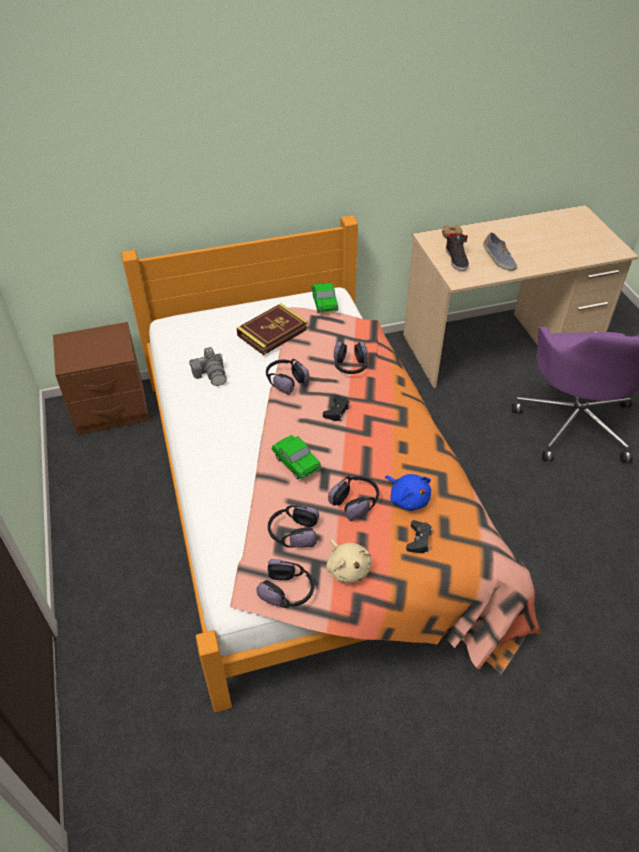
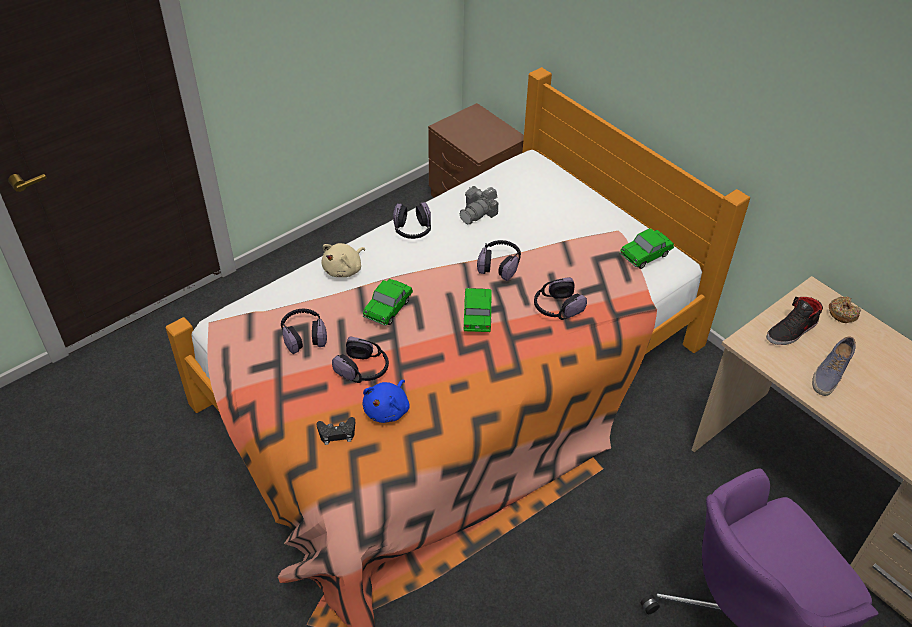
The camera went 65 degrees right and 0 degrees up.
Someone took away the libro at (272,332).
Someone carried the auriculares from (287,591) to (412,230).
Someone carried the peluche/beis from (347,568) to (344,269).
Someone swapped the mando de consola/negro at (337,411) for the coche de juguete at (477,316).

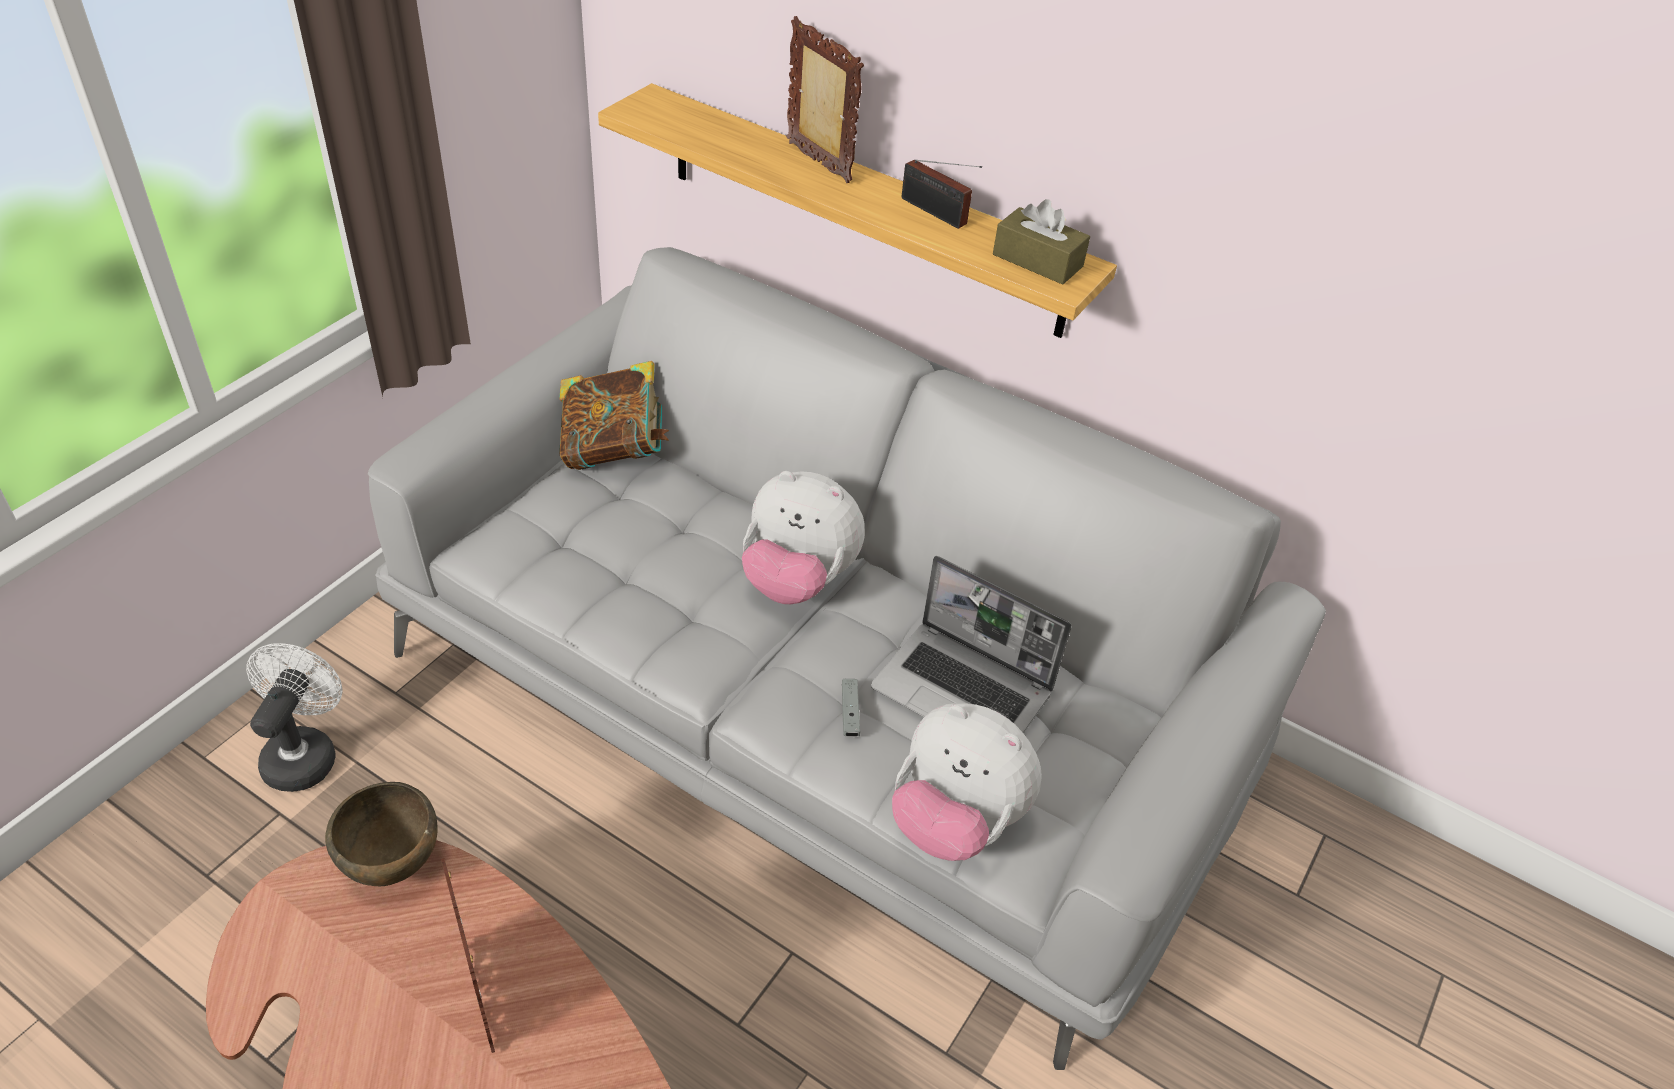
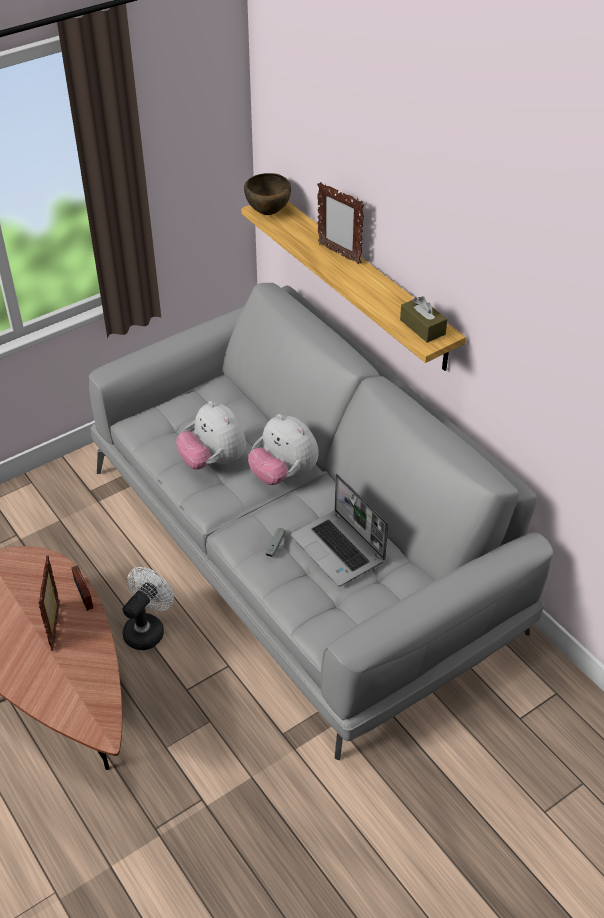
The camera went 25 degrees right and 0 degrees up.
Someone took away the libro at (616,451).
Someone carried the ventilador/blanco from (304,753) to (147,629).
Someone carried the cuenco/marrón from (393,864) to (268,212).
Someone carried the peluche from (955,821) to (213,461).
Someone carried the radio from (936,213) to (84,596).
Someone rotated the portarretratos at (818,163) by 150 degrees clockwise.

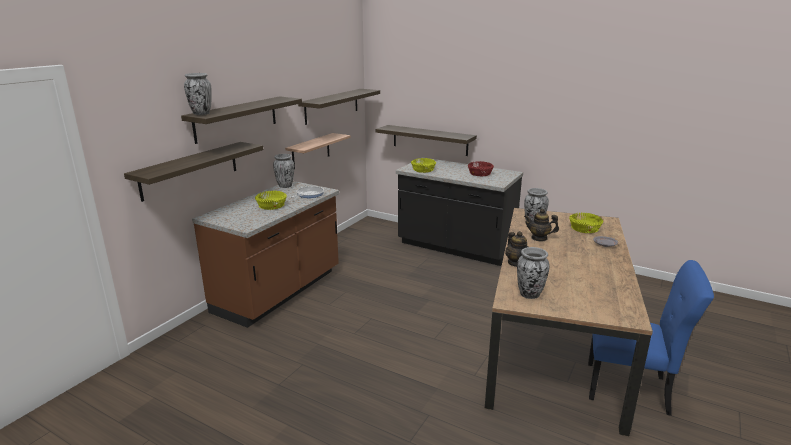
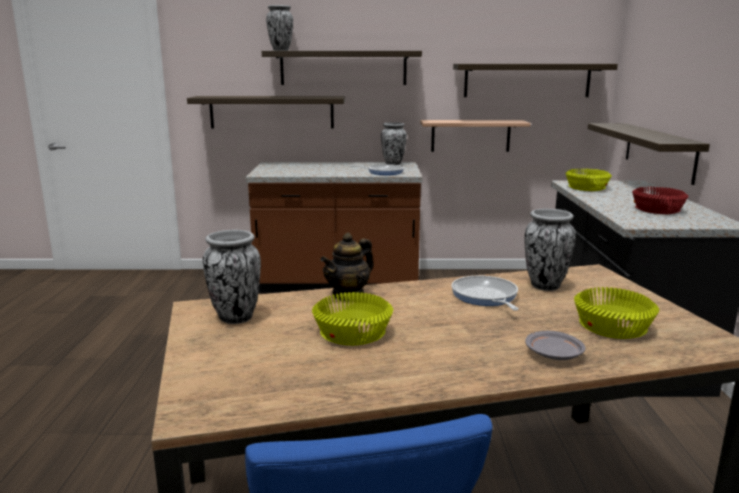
The camera went 60 degrees right and 5 degrees down.
Someone carried the cuenco/amarillo from (271,206) to (351,333).
Someone swapped the tetera at (539,238) for the sartén at (485,297).

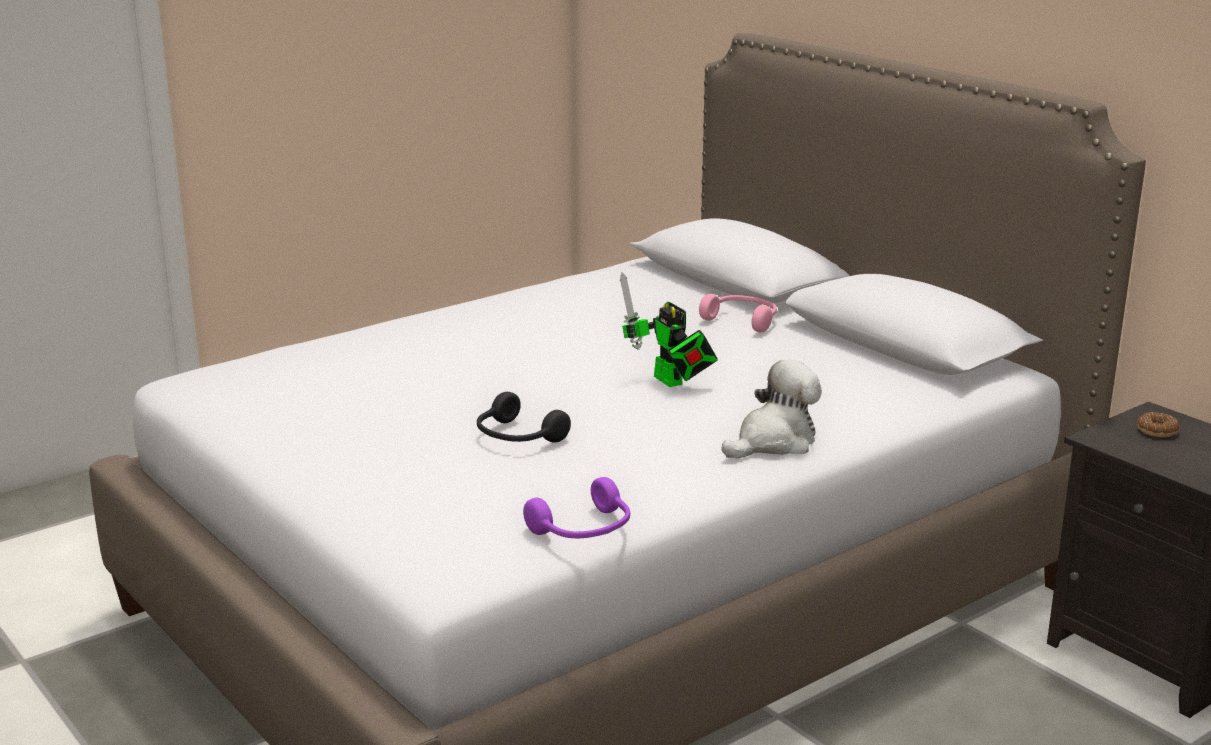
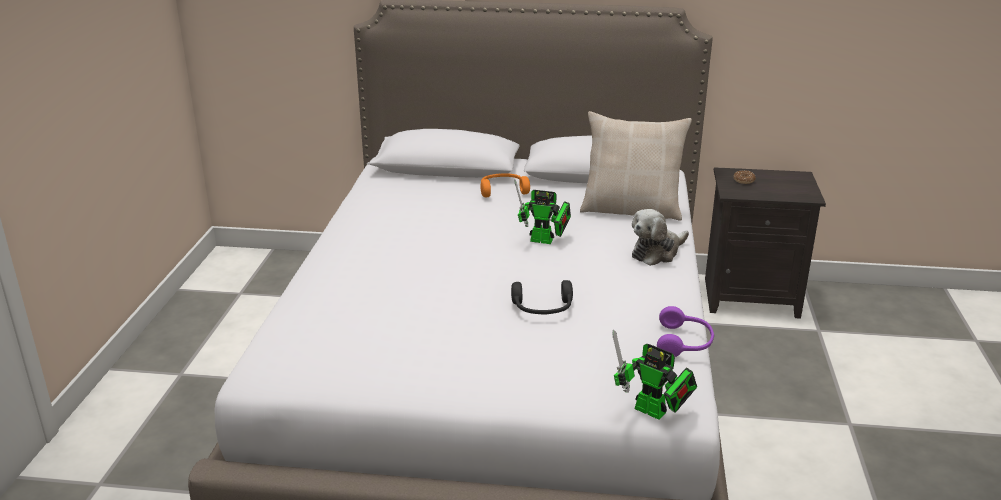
The camera went 45 degrees left and 5 degrees up.
Someone put down the cojín/beis at (631,210).
Someone put down the robot de juguete at (654,413).
Someone repainted the auriculares/rosa at (742,320), which became the auriculares/naranja at (502,190).
Someone rotated the peluche at (774,442) by 135 degrees counterclockwise.

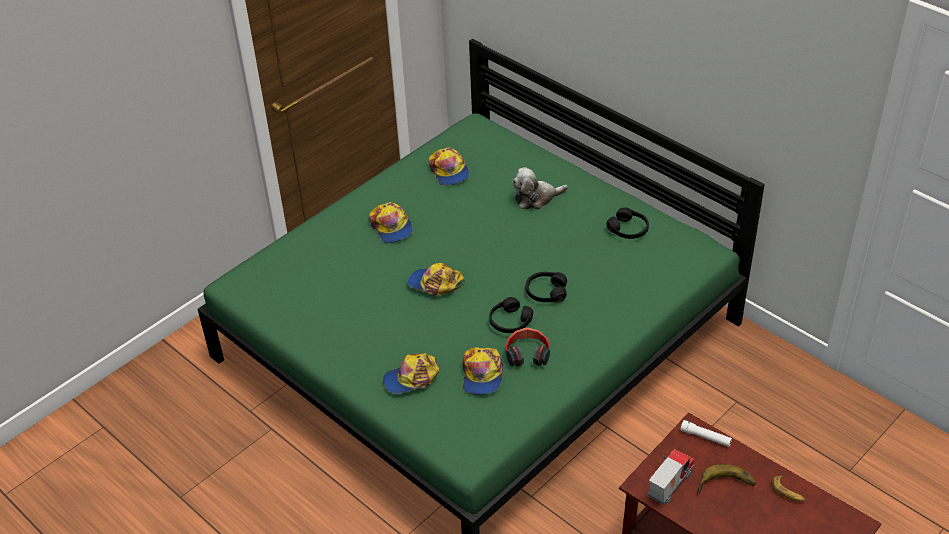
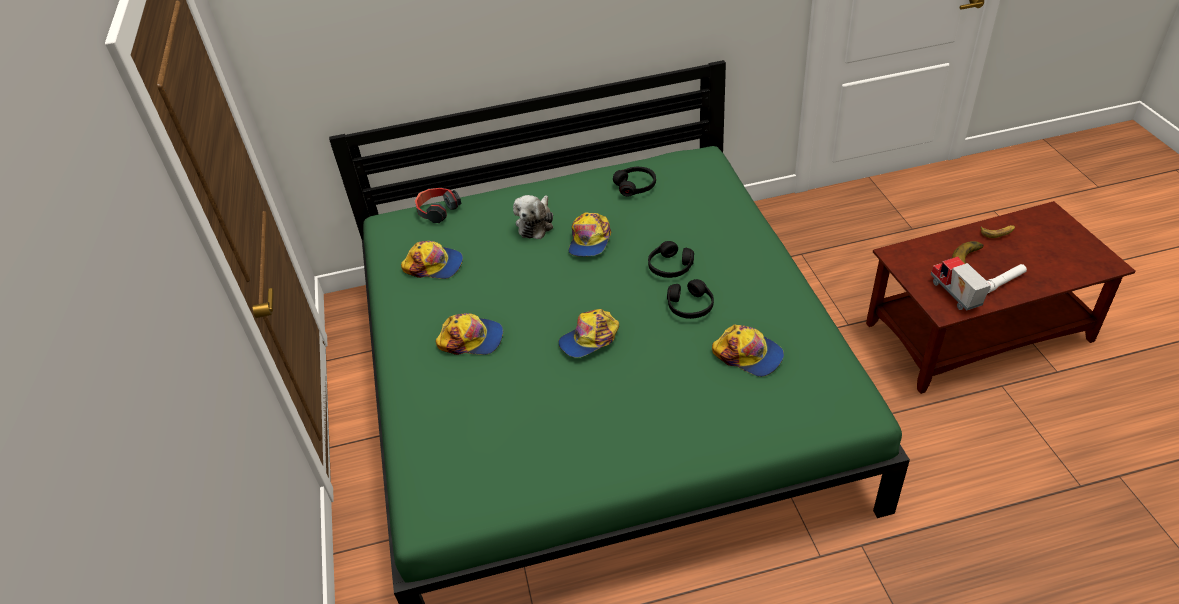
The camera went 55 degrees left and 0 degrees up.
Someone carried the gorra from (411,378) to (589,240).
Someone carried the auriculares from (527,354) to (437,210).
Someone carried the linterna/blanco from (705,437) to (1003,282).

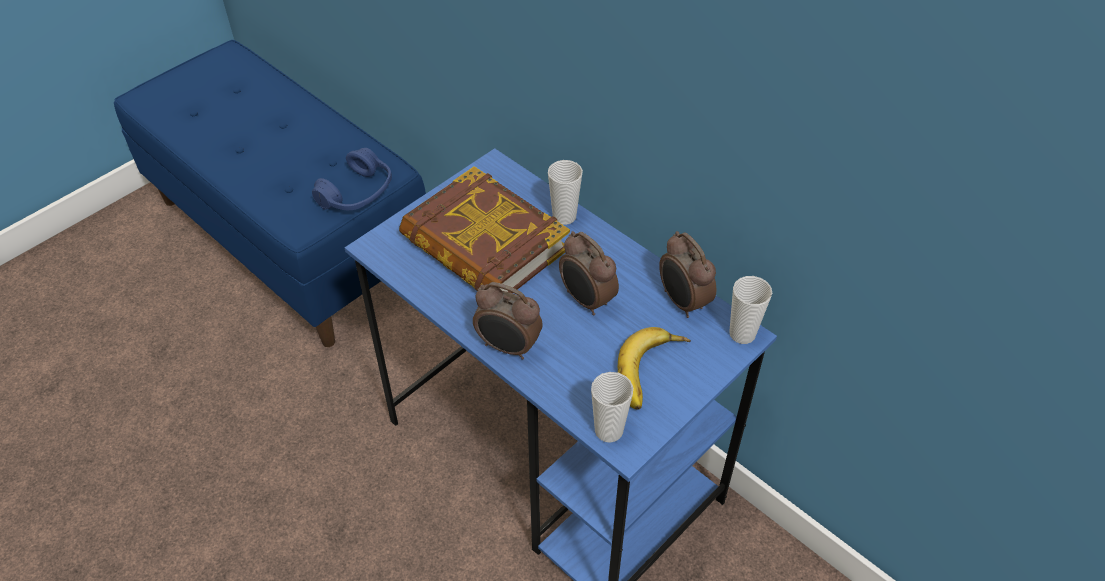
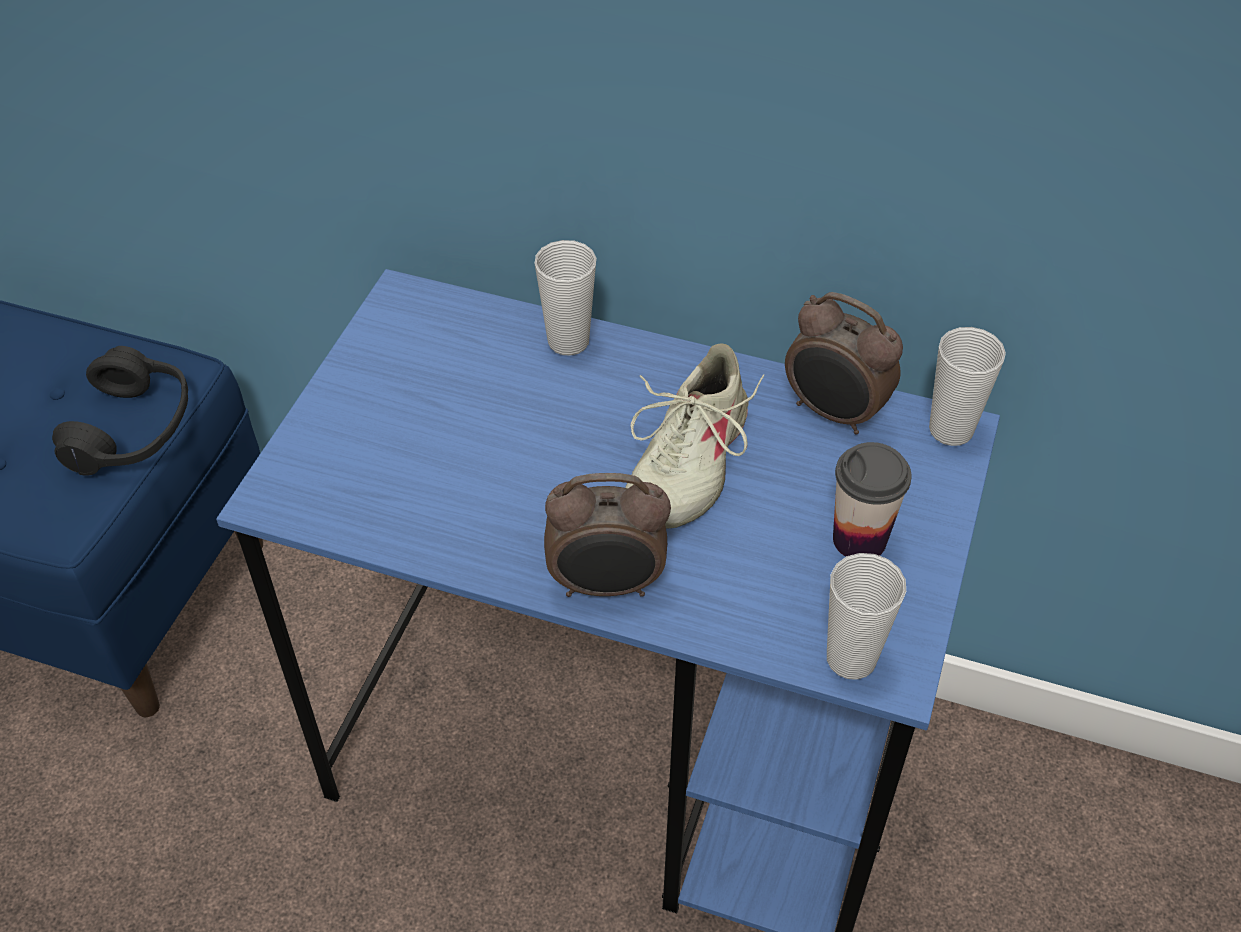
The camera went 25 degrees left and 0 degrees up.
Someone took away the libro at (484,245).
Someone swapped the despertador at (586,300) for the zapato/beis at (686,463).
Someone swapped the plátano at (653,373) for the taza at (859,539).
Someone repainted the auriculares/azul at (357,193), which became the auriculares/negro at (133,430).

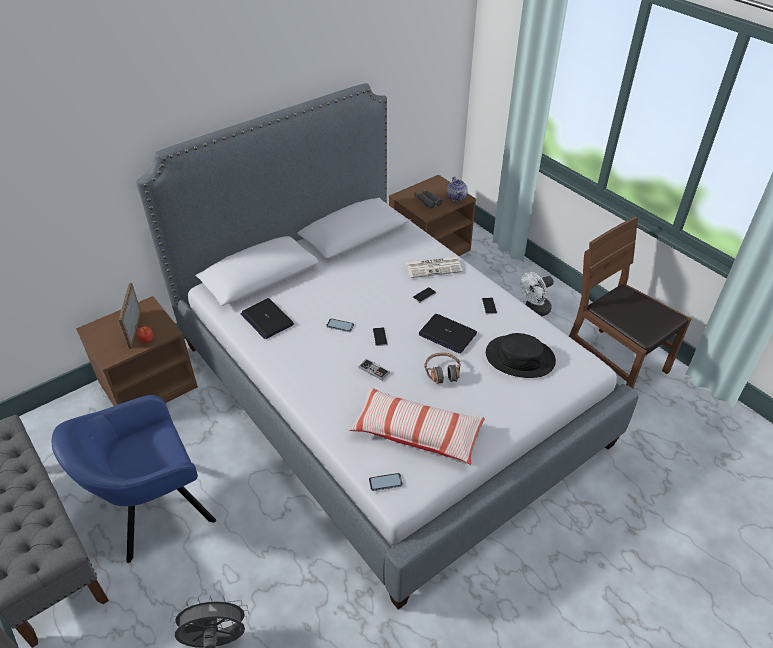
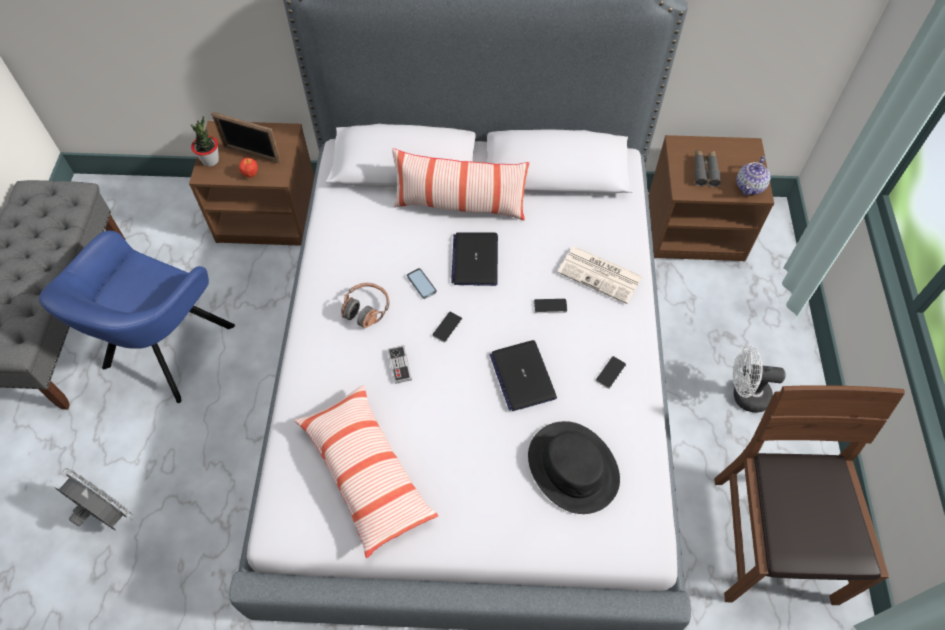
The camera went 40 degrees right and 15 degrees up.
Someone took away the móvil at (385,482).
Someone put down the planta en maceta at (210,160).
Someone put down the cojín at (459,206).
Someone carried the portátil from (267,319) to (475,259).
Someone carried the auriculares from (442,372) to (366,309).
Someone rotated the sillón/azul at (154,511) by 75 degrees counterclockwise.
Someone rotated the portarretratos at (134,329) by 105 degrees counterclockwise.

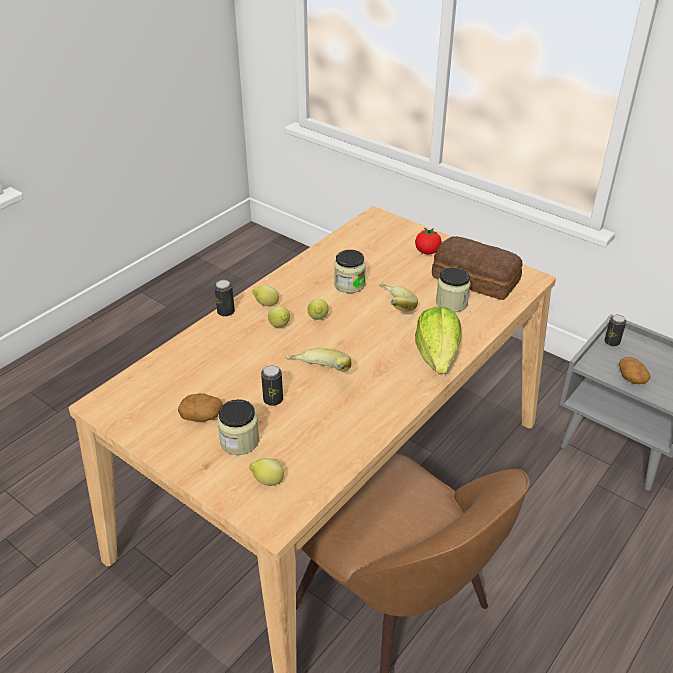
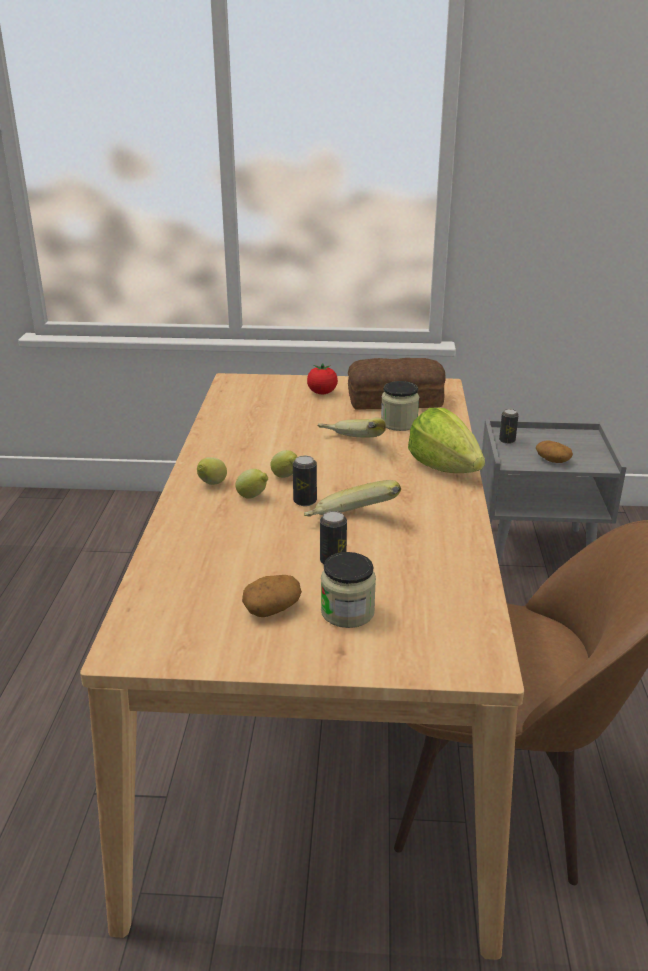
The camera went 35 degrees left and 10 degrees down.
Someone took away the limón at (267,482).
Someone took away the tarro at (349,284).
Someone carried the lata from (226,312) to (305,501).

